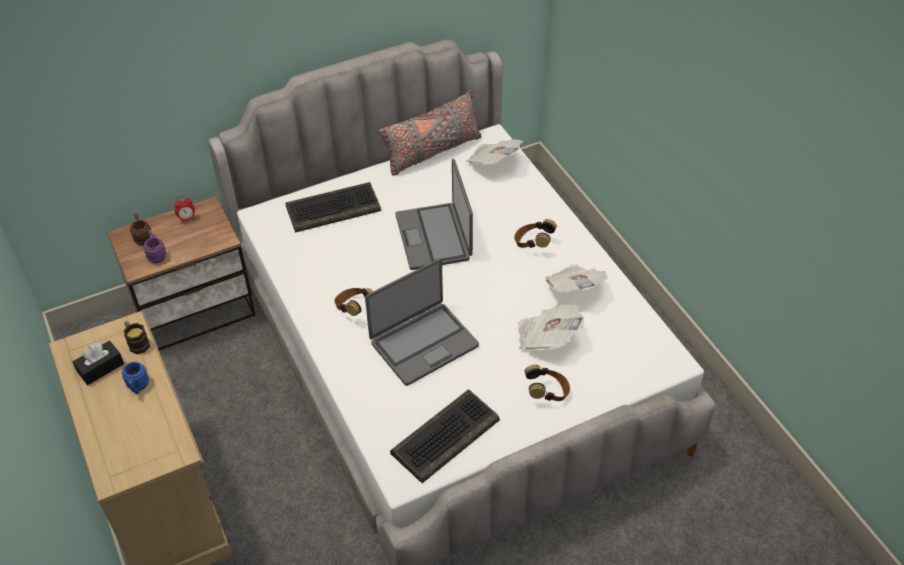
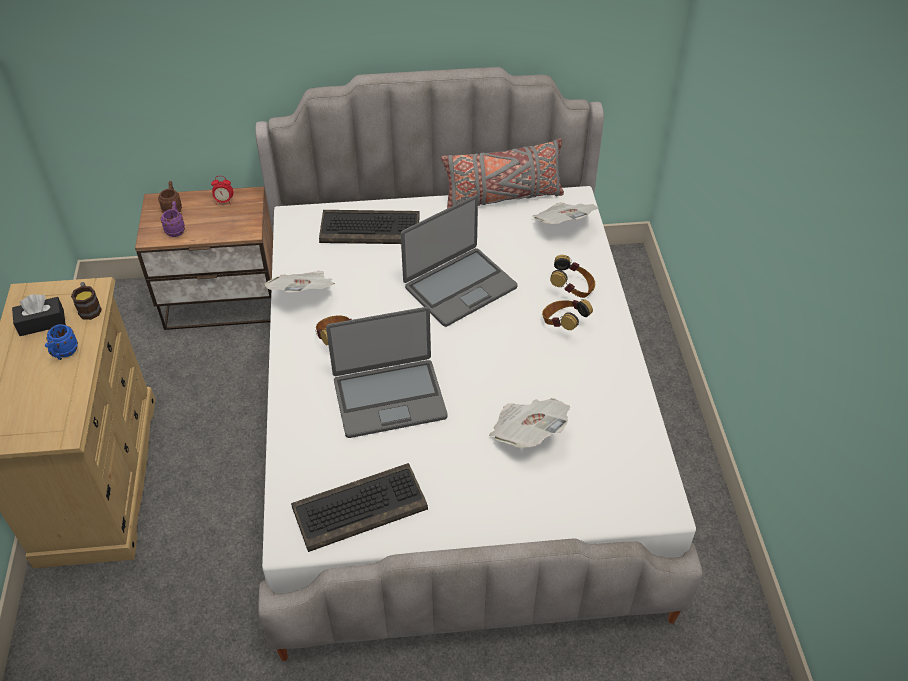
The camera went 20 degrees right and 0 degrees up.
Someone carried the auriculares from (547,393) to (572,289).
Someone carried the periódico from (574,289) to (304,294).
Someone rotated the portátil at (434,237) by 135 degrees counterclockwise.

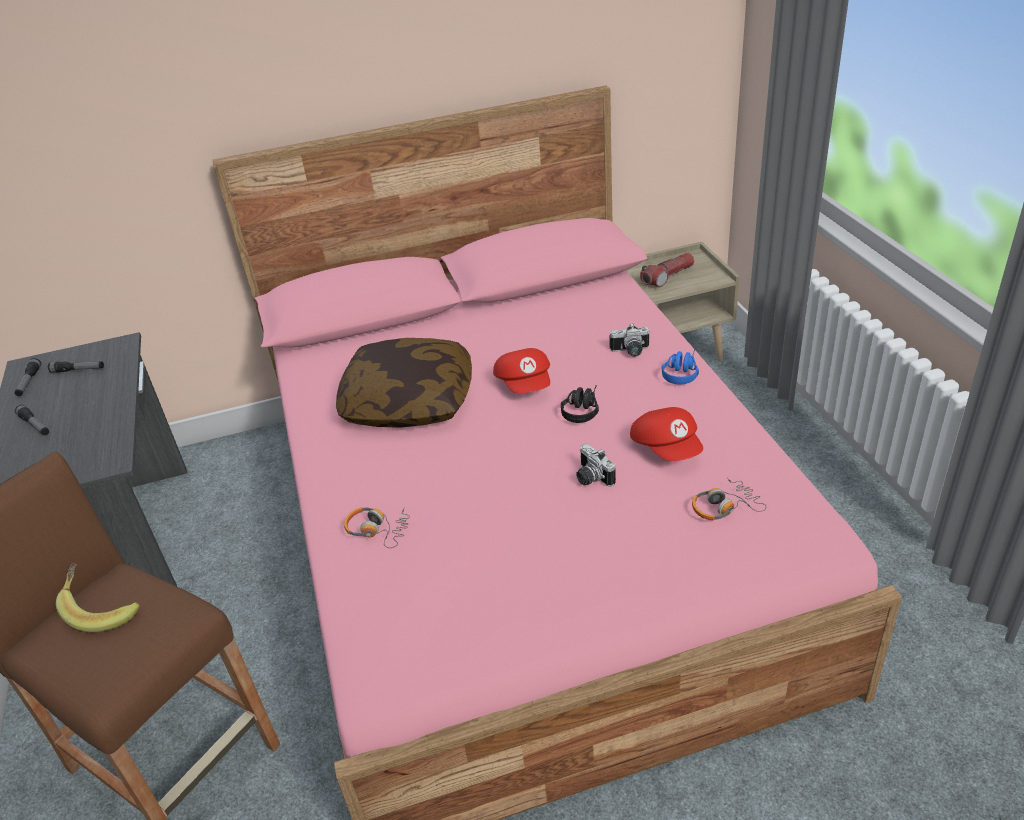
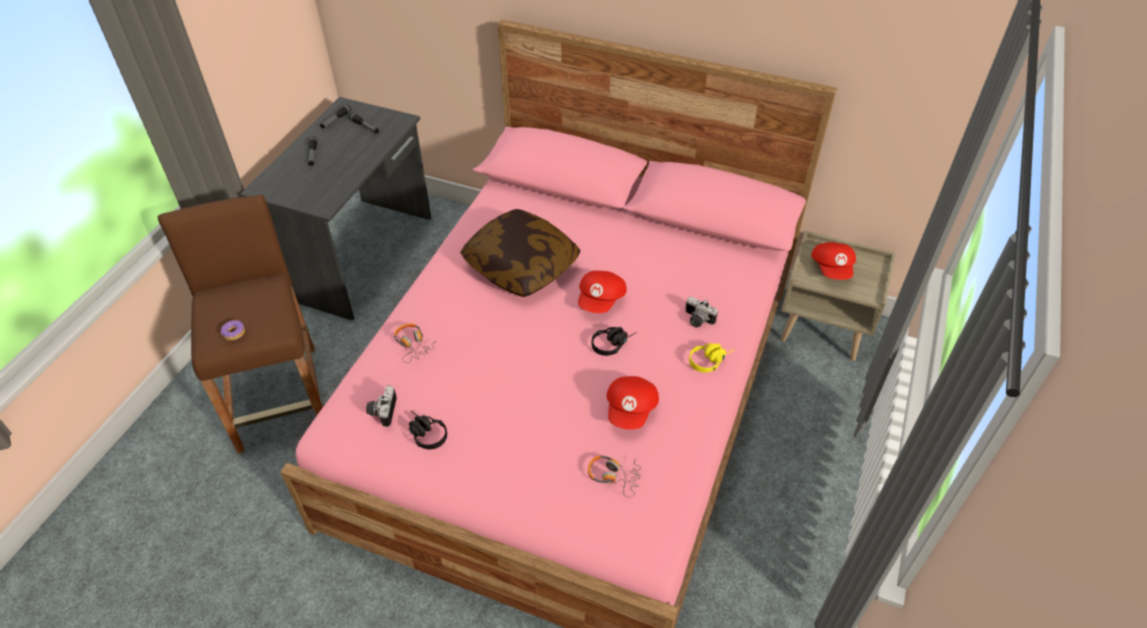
The camera went 35 degrees right and 10 degrees up.
Someone took away the plátano at (103,608).
Someone put down the rosquilla at (233,333).
Someone put down the auriculares/negro at (424,433).
Someone carried the cámara from (591,478) to (382,411).
Someone swapped the linterna at (667,276) for the gorra/rojo at (832,269).
Someone repainted the auriculares/azul at (681,372), which became the auriculares/amarillo at (710,360).

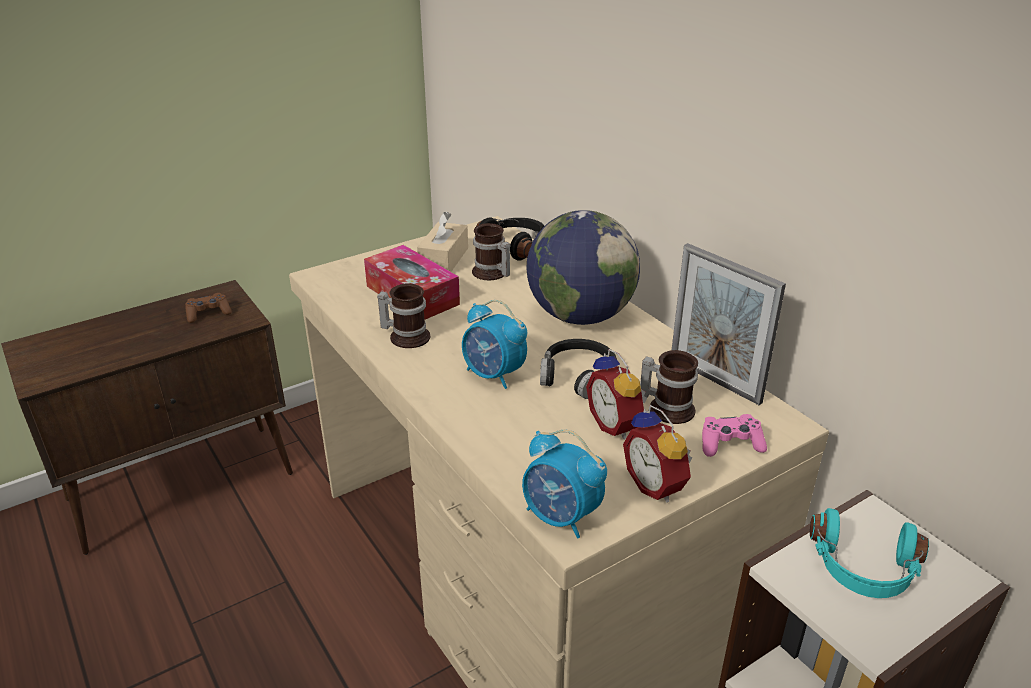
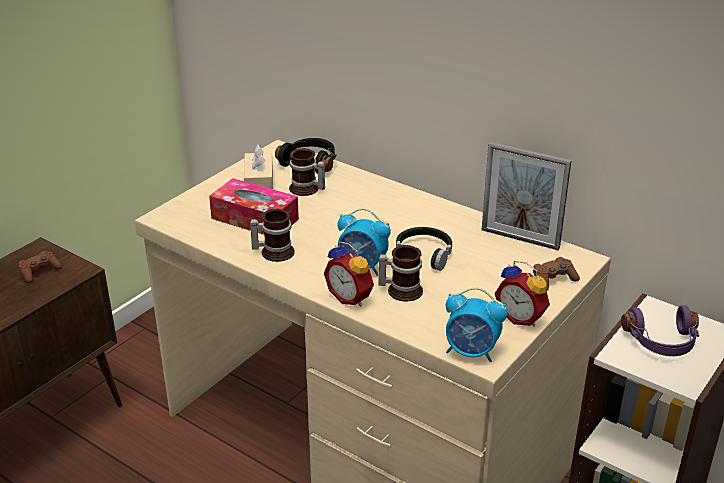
The camera went 20 degrees left and 0 degrees up.
Someone took away the globo terráqueo at (580,316).
Someone carried the despertador from (617,425) to (351,297).
Someone carried the taza grande from (668,407) to (401,290).
Someone repainted the mando de consola/rosa at (730,444), which became the mando de consola/marrón at (553,280).
Someone repainted the auriculares/turquesa at (863,570), which became the auriculares/morado at (662,343).

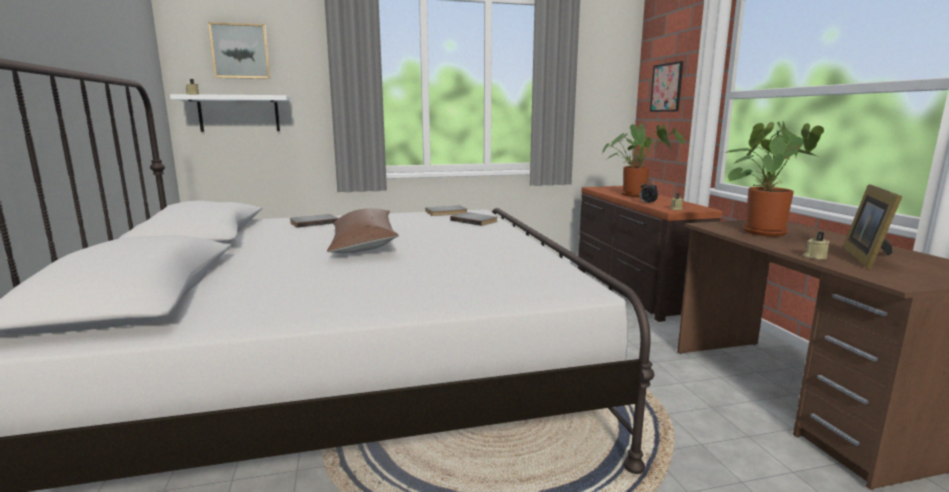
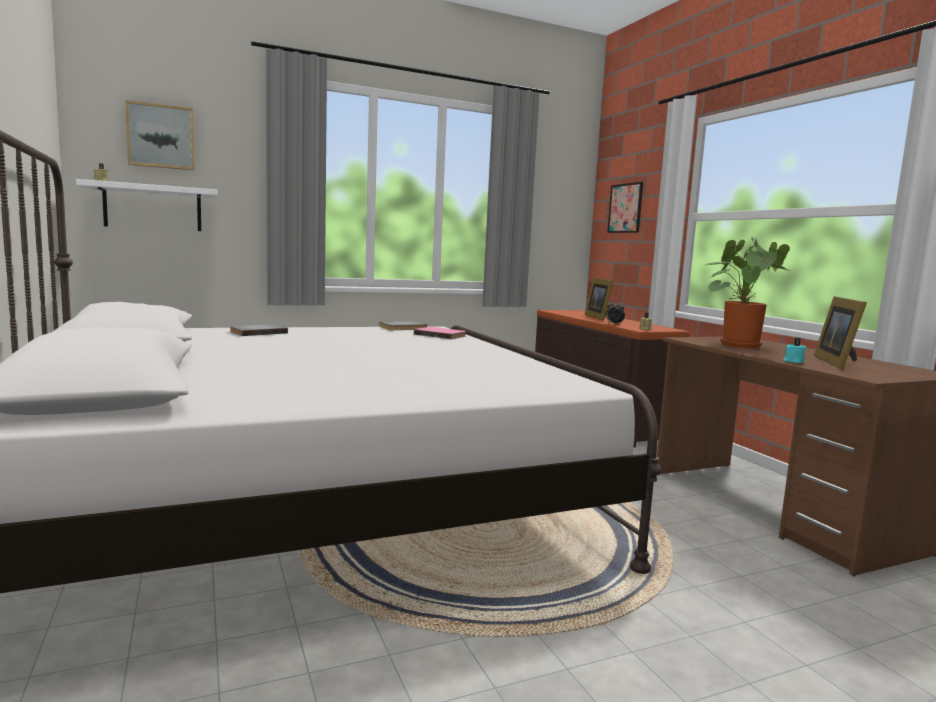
The camera went 10 degrees left and 5 degrees down.
Someone took away the cojín/marrón at (363,243).
Someone swapped the planta en maceta at (636,195) for the portarretratos at (599,317).
Someone repainted the libro/gris at (475,221), which became the libro/rosa at (441,335).
Someone repainted the vela/beis at (814,257), which became the vela/turquesa at (793,361).

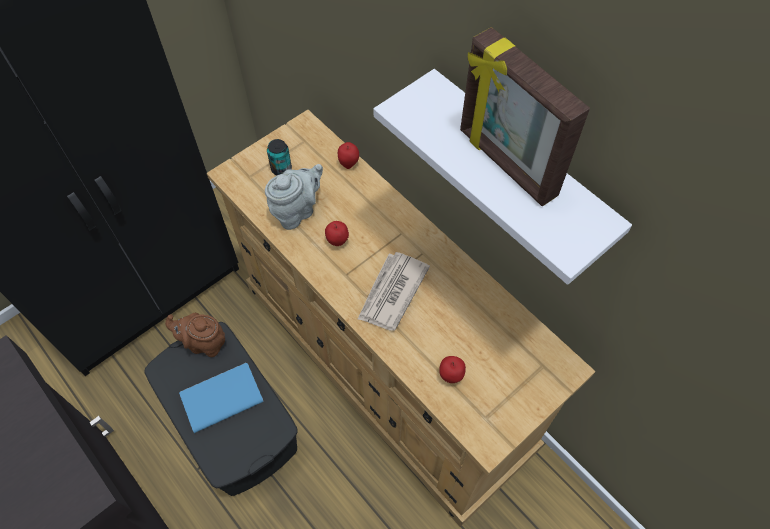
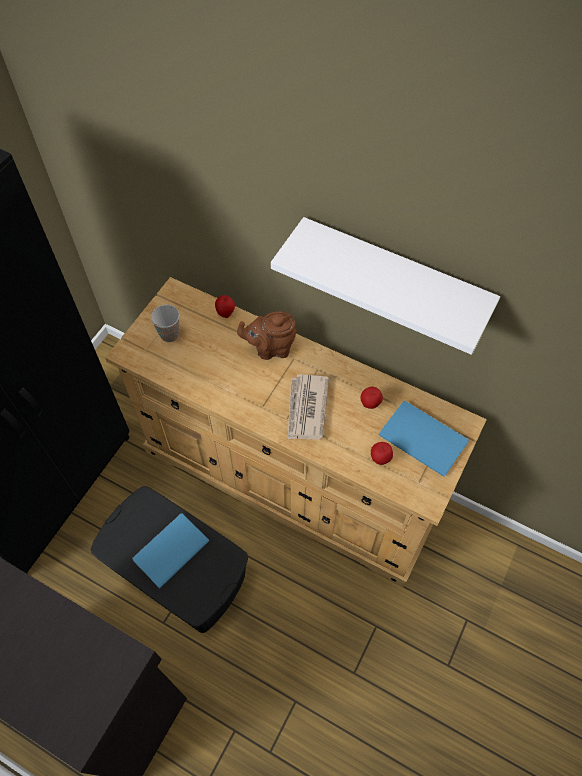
The camera went 20 degrees left and 0 degrees up.
Someone took away the tetera/gris at (297,211).
Someone took away the portarretratos at (505,164).
Someone put down the libro/azul at (422,436).
Someone carried the tetera/marrón from (204,343) to (271,348).
Someone carried the manzana from (337,241) to (370,404).
Someone swapped the lata at (281,169) for the taza at (169,334).

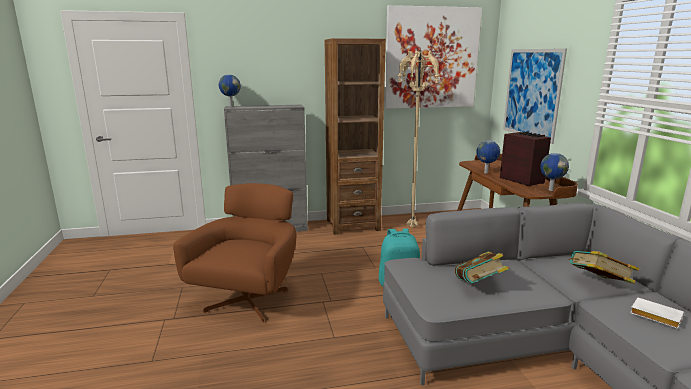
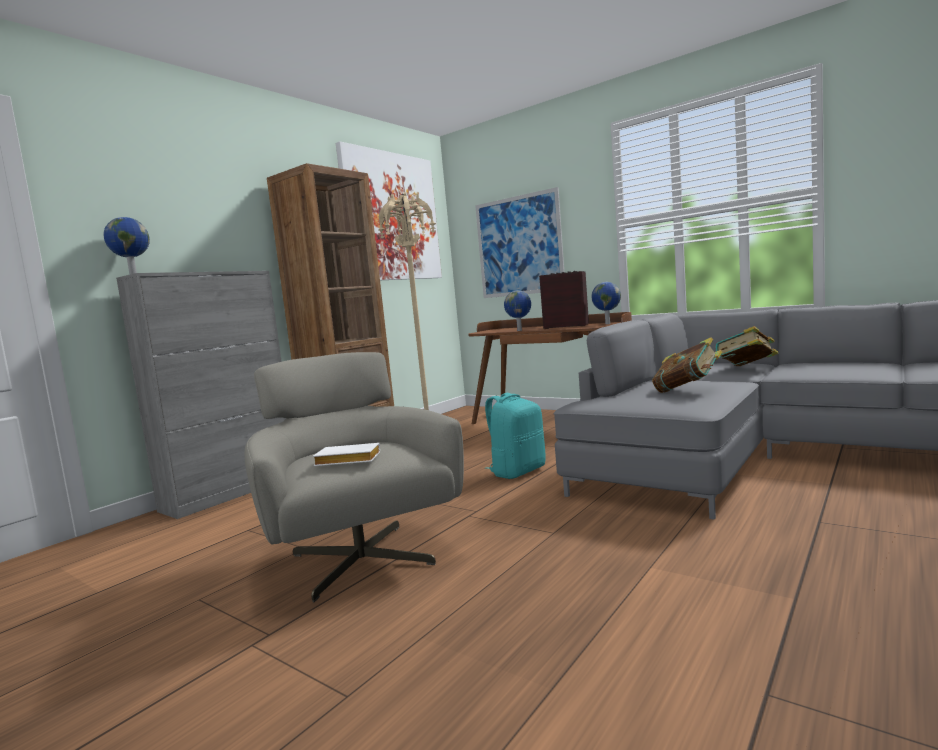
The camera went 40 degrees left and 10 degrees down.
Someone carried the libro/blanco from (654,316) to (346,461).
Someone repainted the sillón/marrón at (249,299), which became the sillón/gris at (359,557).

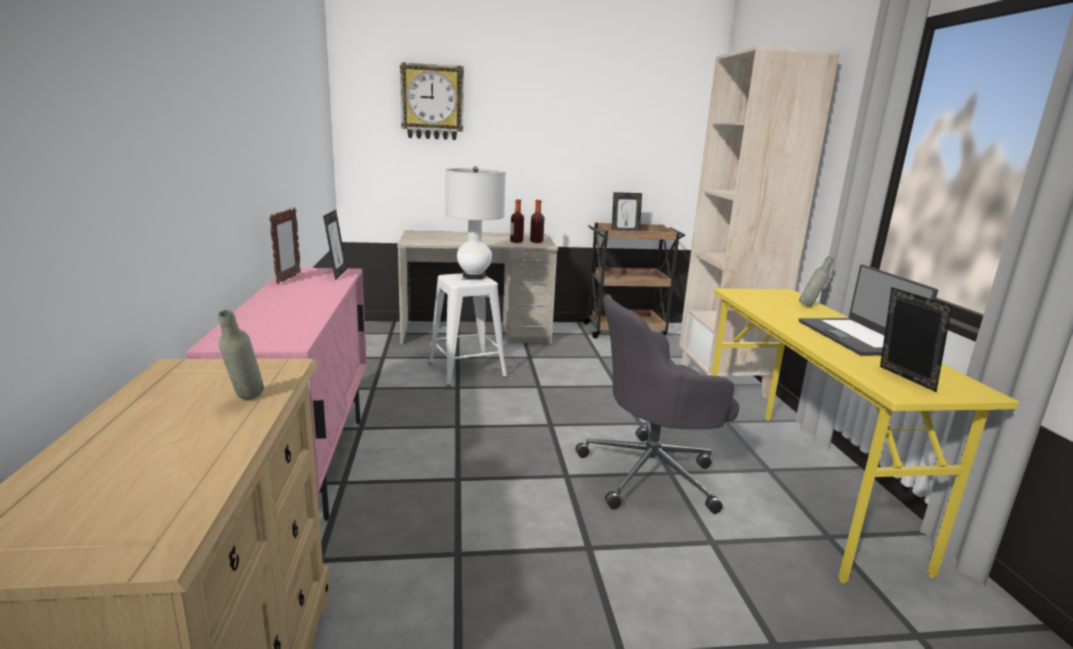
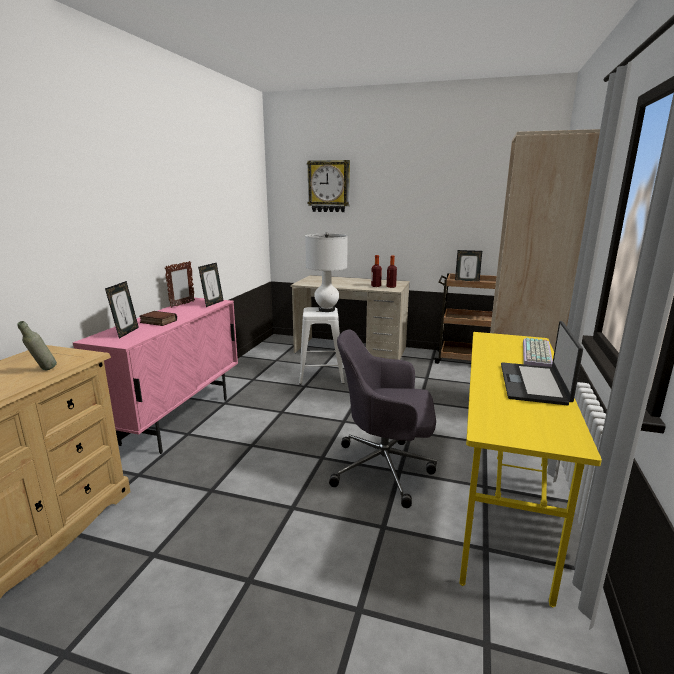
The camera went 25 degrees right and 0 degrees up.
Someone put down the libro at (157,321).
Someone carried the portarretratos from (902,379) to (126,332).
Someone swapped the botella/gris at (811,306) for the teclado at (538,354).

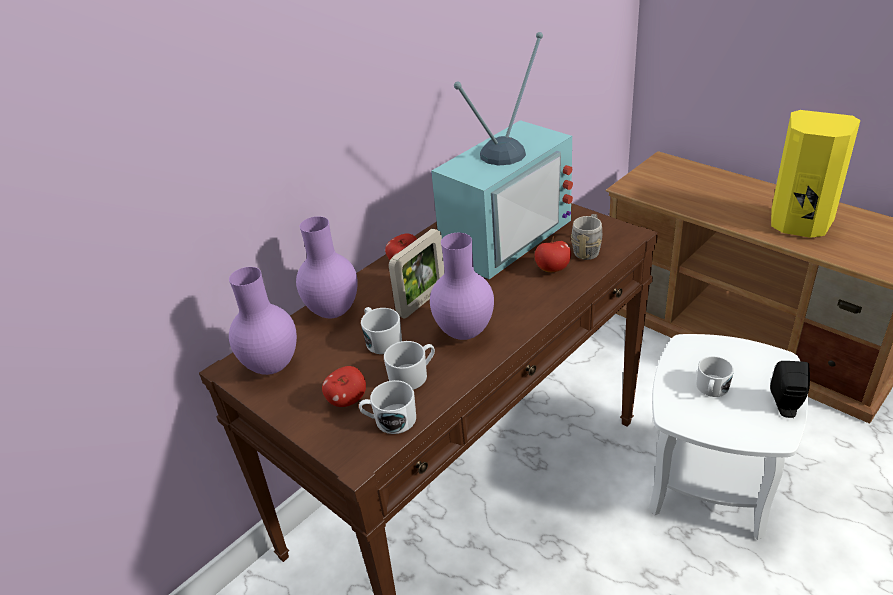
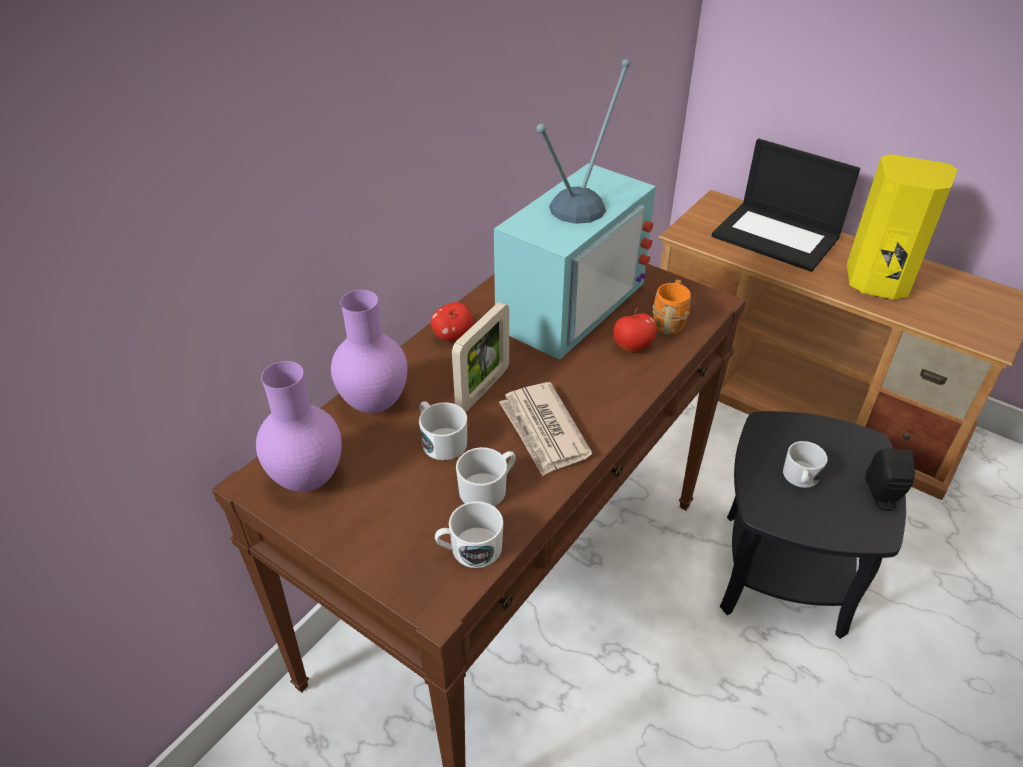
The camera went 10 degrees left and 5 degrees up.
Someone took away the manzana at (347,400).
Someone put down the portátil at (777,236).
Someone swapped the florero/morado at (466,333) for the periódico at (543,431).
Someone repainted the taza grande/gris at (588,249), which became the taza grande/naranja at (669,321).
Someone repainted the mesa auxiliar/blanco at (710,481), which became the mesa auxiliar/negro at (783,572).

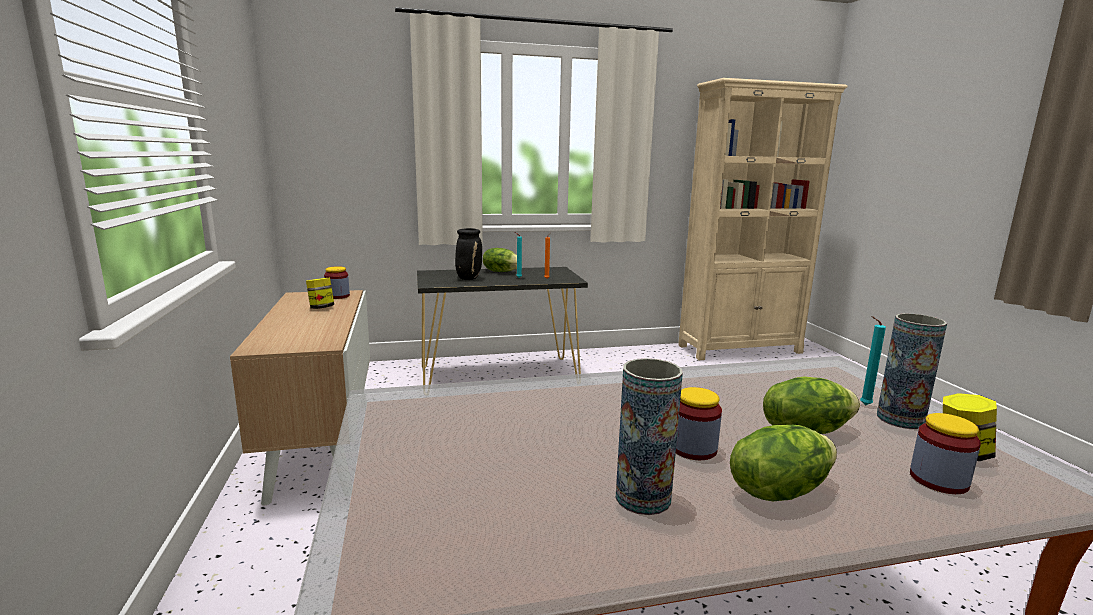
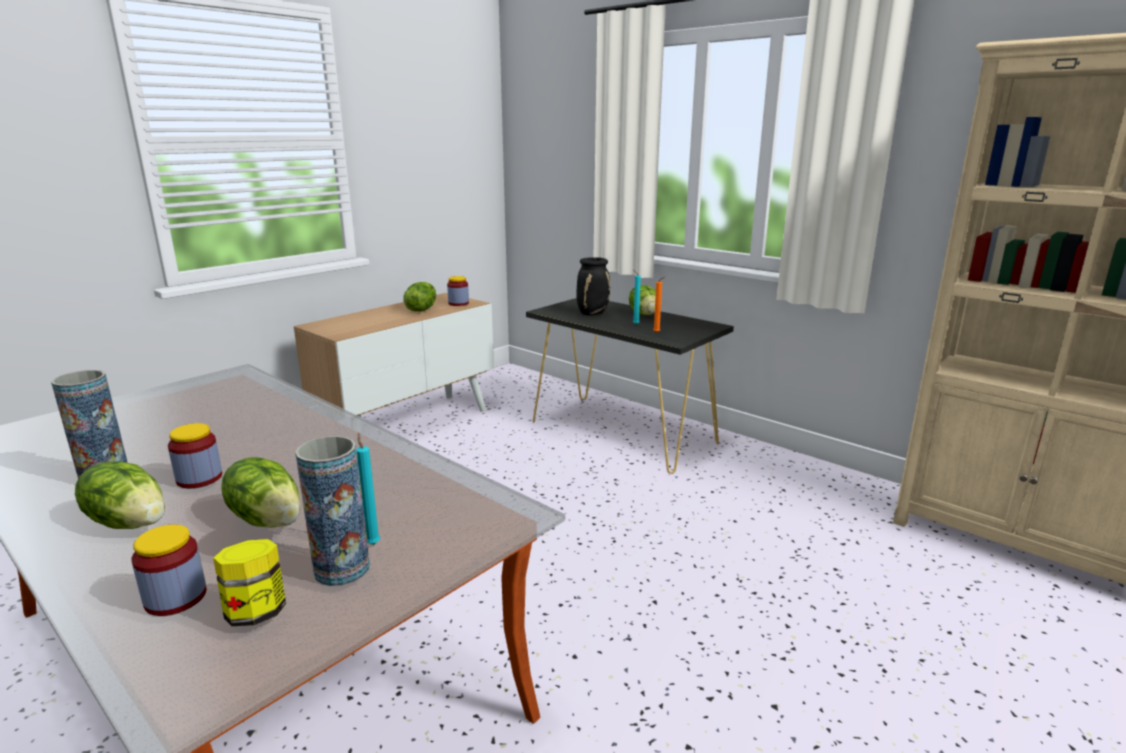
The camera went 55 degrees right and 5 degrees up.
Someone swapped the tarro at (321,308) for the lechuga at (421,309).

